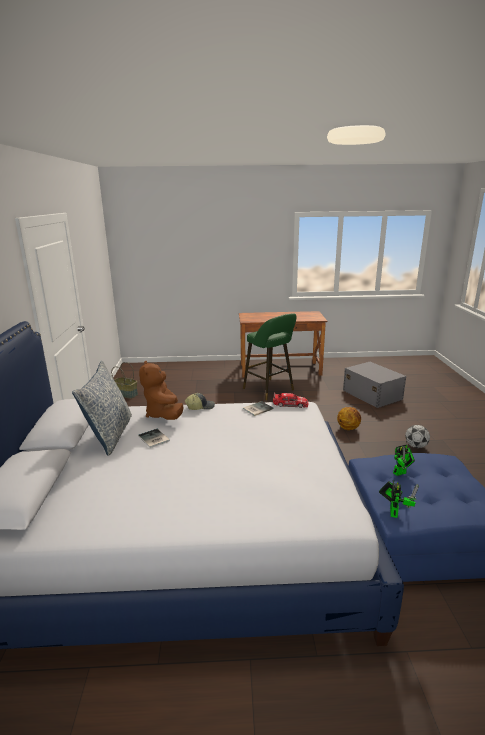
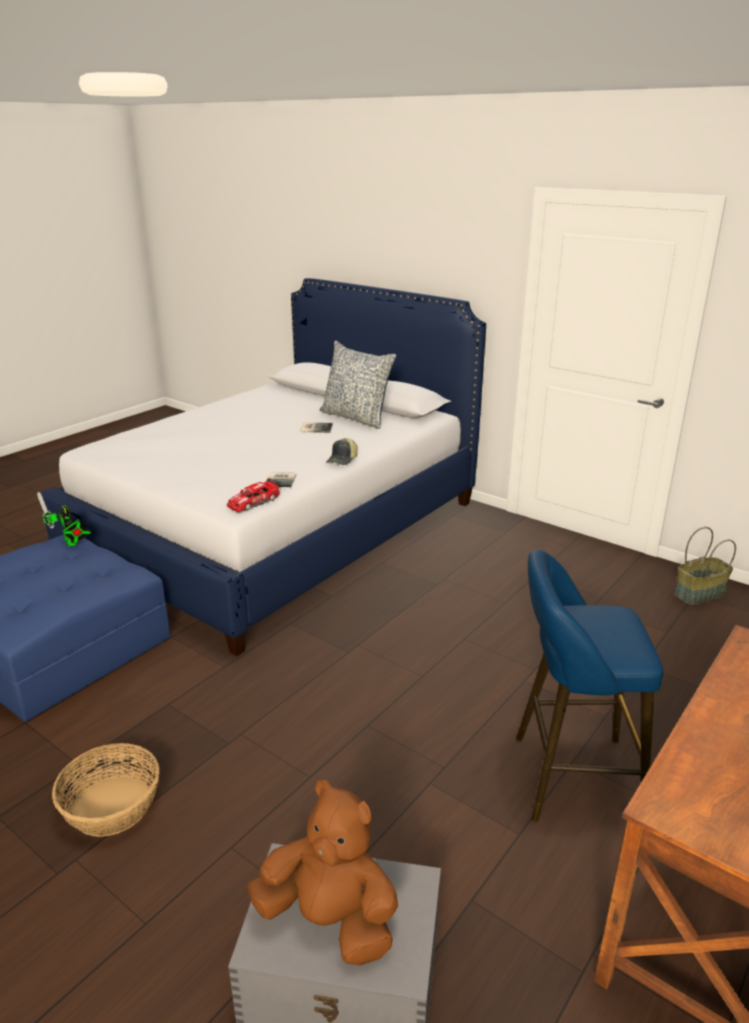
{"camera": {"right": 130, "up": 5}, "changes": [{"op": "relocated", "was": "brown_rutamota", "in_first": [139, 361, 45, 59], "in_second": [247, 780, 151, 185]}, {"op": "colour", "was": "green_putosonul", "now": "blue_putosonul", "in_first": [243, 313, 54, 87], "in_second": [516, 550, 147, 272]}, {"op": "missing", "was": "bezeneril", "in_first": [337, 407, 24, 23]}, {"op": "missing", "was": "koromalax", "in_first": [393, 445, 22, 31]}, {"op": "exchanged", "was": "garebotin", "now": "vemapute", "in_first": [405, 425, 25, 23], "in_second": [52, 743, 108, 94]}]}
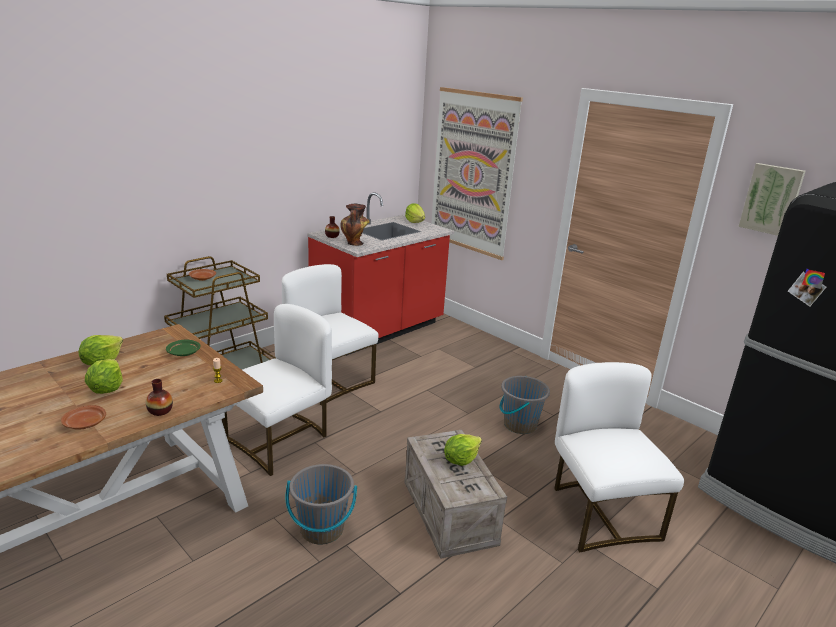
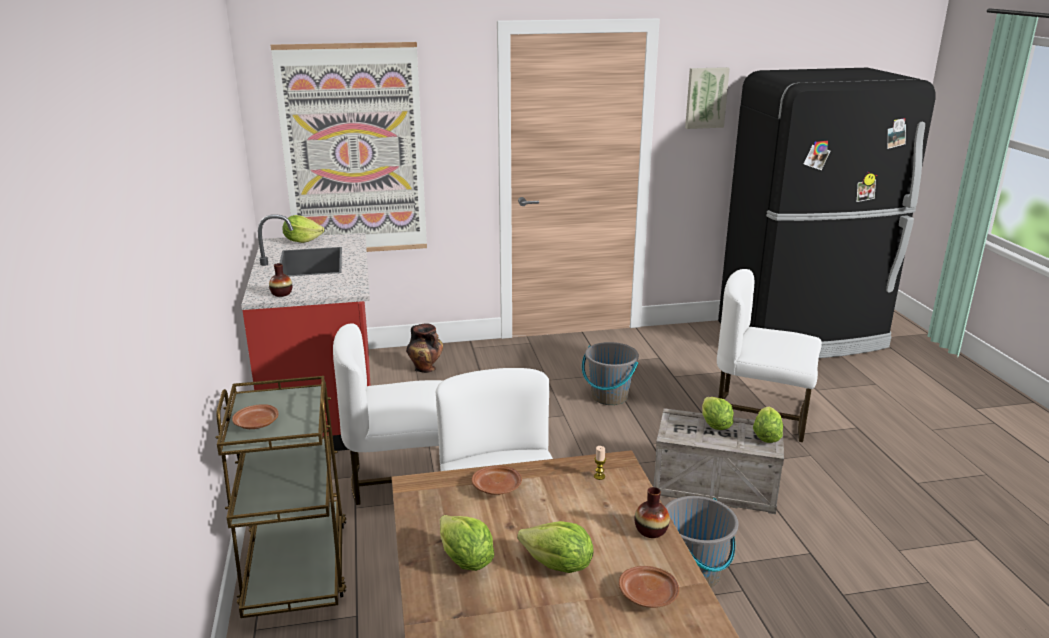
{"camera": {"right": -55, "up": 0}, "changes": [{"op": "colour", "was": "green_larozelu", "now": "brown_larozelu", "in_first": [166, 339, 34, 17], "in_second": [472, 466, 50, 29]}, {"op": "relocated", "was": "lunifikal", "in_first": [341, 204, 29, 42], "in_second": [406, 323, 37, 50]}, {"op": "appeared", "now": "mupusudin", "in_second": [753, 406, 30, 37]}]}
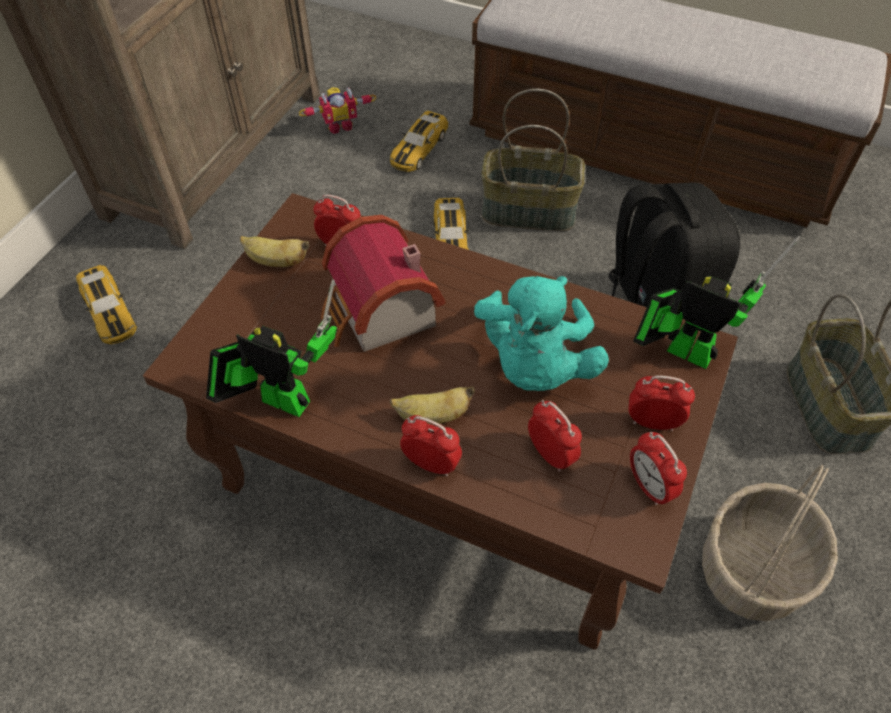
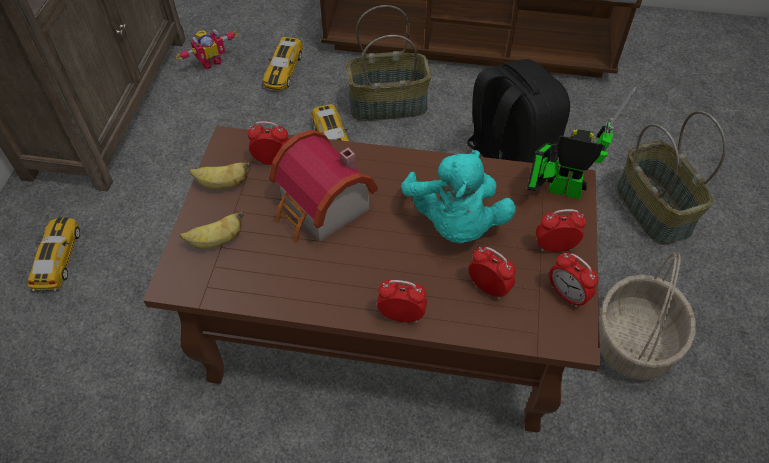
{"camera": {"right": -15, "up": 0}, "changes": [{"op": "spun", "was": "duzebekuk", "in_first": [76, 265, 61, 79], "in_second": [28, 217, 52, 74], "clockwise": -135}, {"op": "missing", "was": "koromalax", "in_first": [206, 280, 131, 137]}, {"op": "relocated", "was": "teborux", "in_first": [390, 386, 85, 39], "in_second": [180, 211, 64, 38]}]}
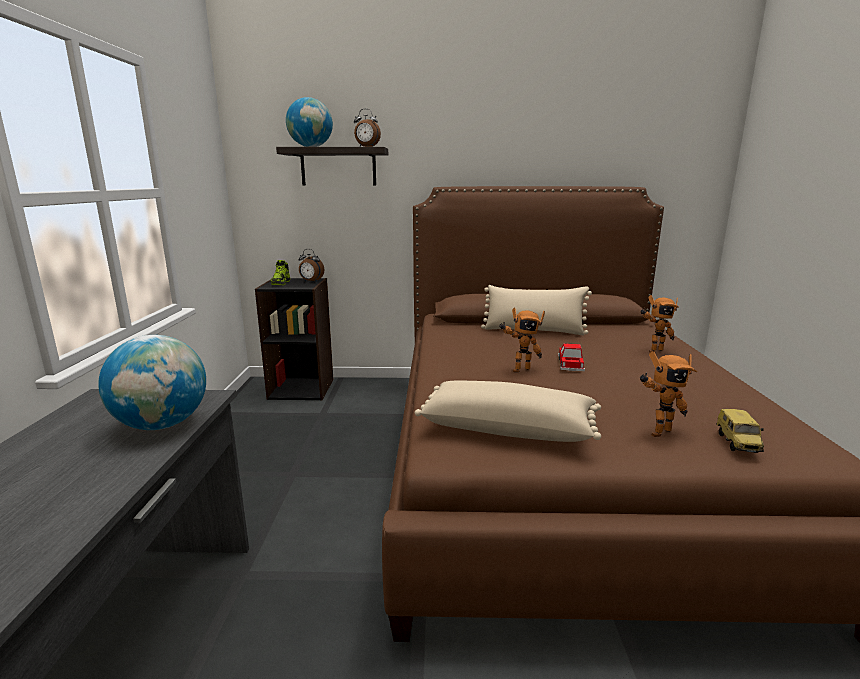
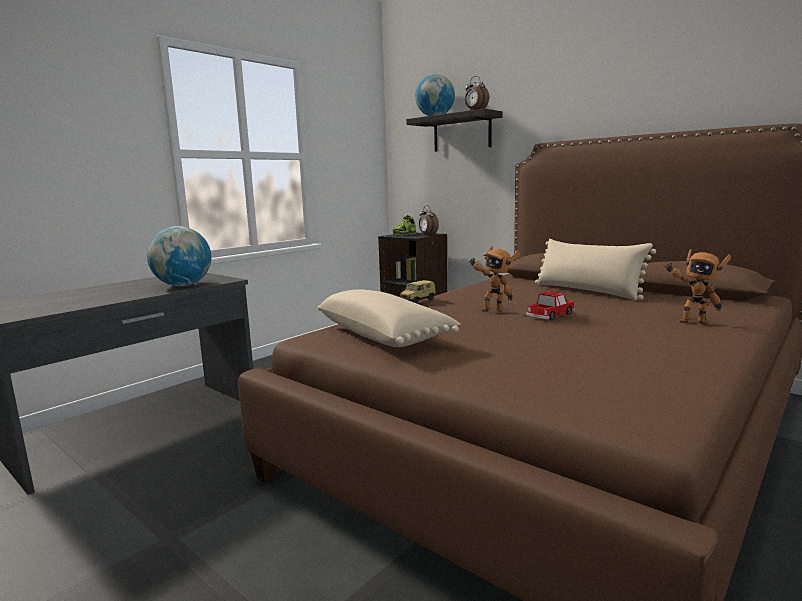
{"camera": {"right": 40, "up": -5}, "changes": [{"op": "missing", "was": "koromalax", "in_first": [640, 351, 57, 86]}, {"op": "relocated", "was": "duzebekuk", "in_first": [716, 409, 48, 44], "in_second": [400, 280, 36, 23]}]}
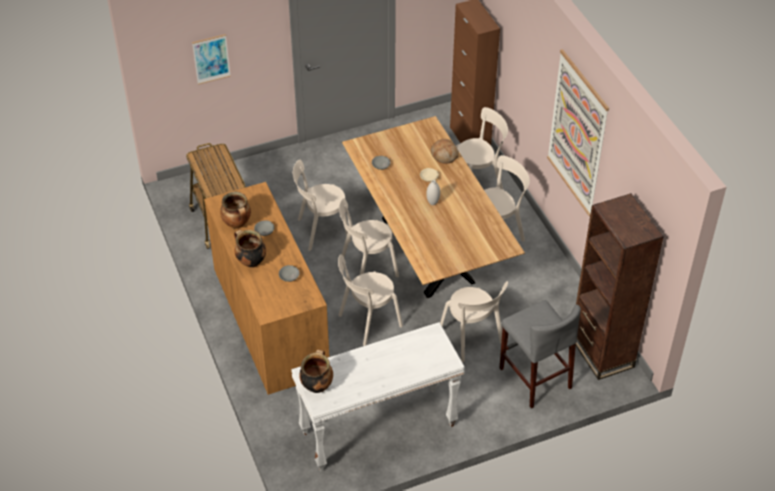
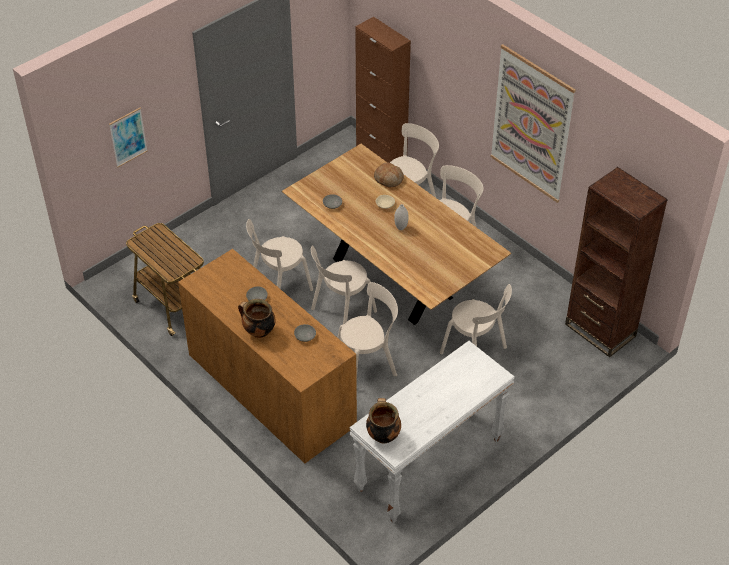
{"camera": {"right": -20, "up": 0}, "changes": [{"op": "missing", "was": "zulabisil", "in_first": [220, 192, 31, 37]}, {"op": "spun", "was": "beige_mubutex", "in_first": [338, 254, 65, 92], "in_second": [337, 282, 61, 99], "clockwise": -150}, {"op": "missing", "was": "grey_putosonul", "in_first": [500, 300, 81, 108]}]}
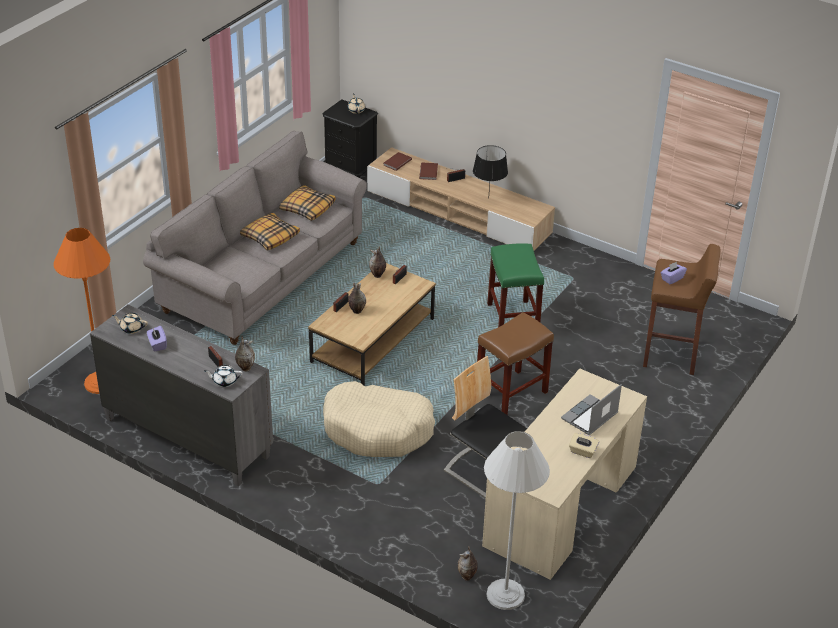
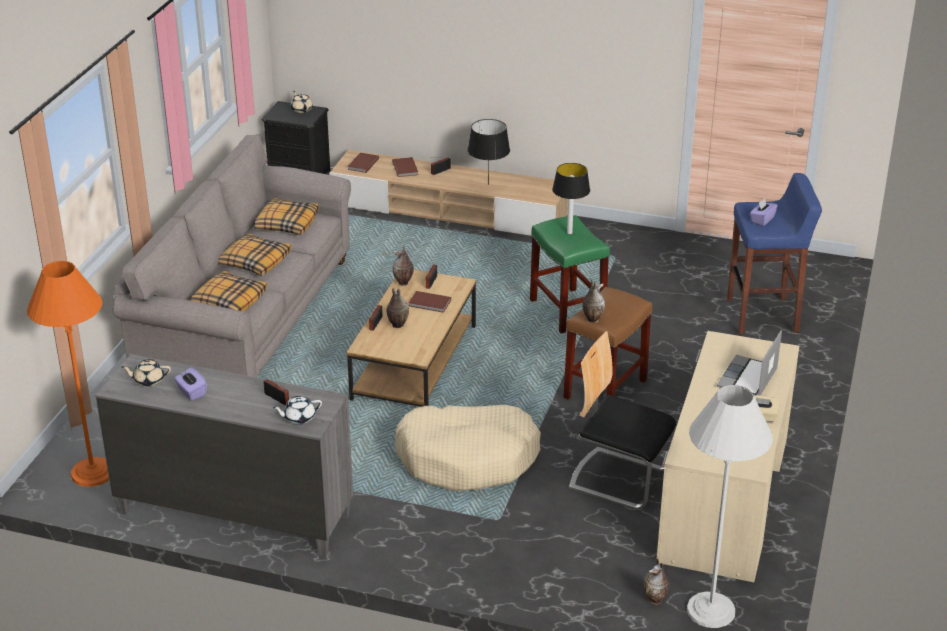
{"camera": {"right": -15, "up": -5}, "changes": [{"op": "relocated", "was": "lunifikal", "in_first": [235, 336, 20, 35], "in_second": [582, 279, 23, 44]}, {"op": "colour", "was": "brown_putosonul", "now": "blue_putosonul", "in_first": [643, 244, 77, 131], "in_second": [727, 173, 95, 161]}, {"op": "appeared", "now": "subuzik", "in_second": [191, 271, 76, 40]}, {"op": "appeared", "now": "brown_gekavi", "in_second": [409, 291, 42, 22]}, {"op": "appeared", "now": "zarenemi", "in_second": [552, 163, 38, 71]}]}
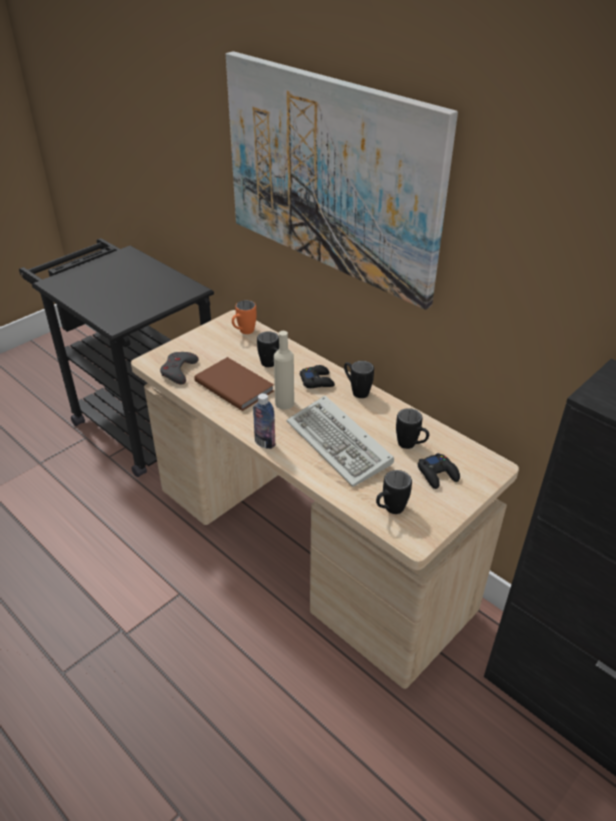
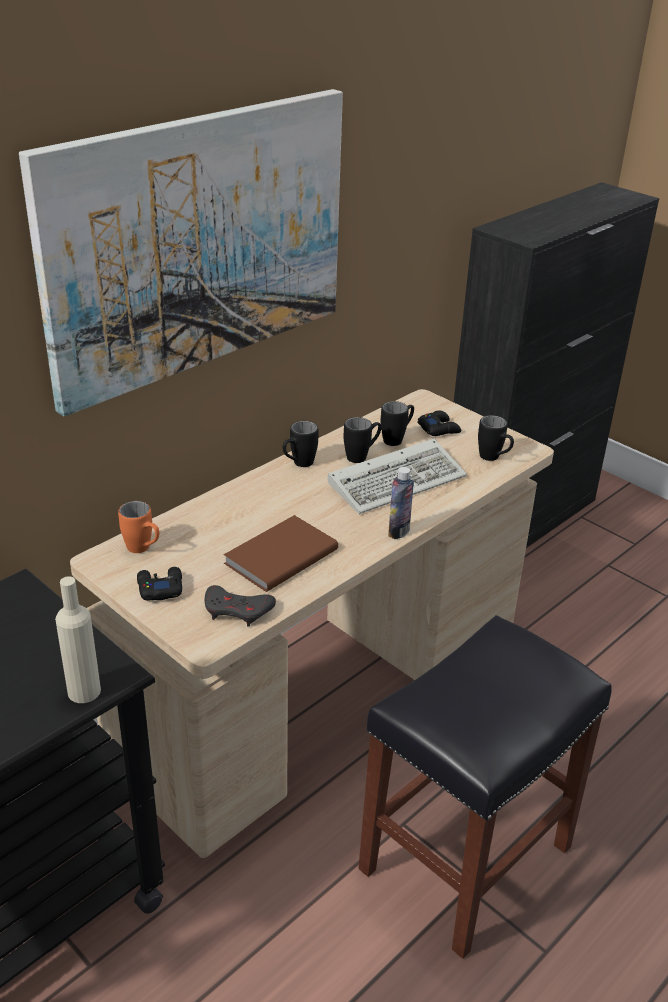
{"camera": {"right": -90, "up": -5}, "changes": [{"op": "relocated", "was": "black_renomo", "in_first": [257, 331, 22, 36], "in_second": [344, 417, 37, 46]}, {"op": "relocated", "was": "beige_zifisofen", "in_first": [274, 331, 20, 79], "in_second": [55, 576, 46, 127]}, {"op": "relocated", "was": "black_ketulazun", "in_first": [300, 365, 35, 23], "in_second": [137, 567, 45, 34]}, {"op": "appeared", "now": "black_putosonul", "in_second": [358, 615, 254, 344]}]}
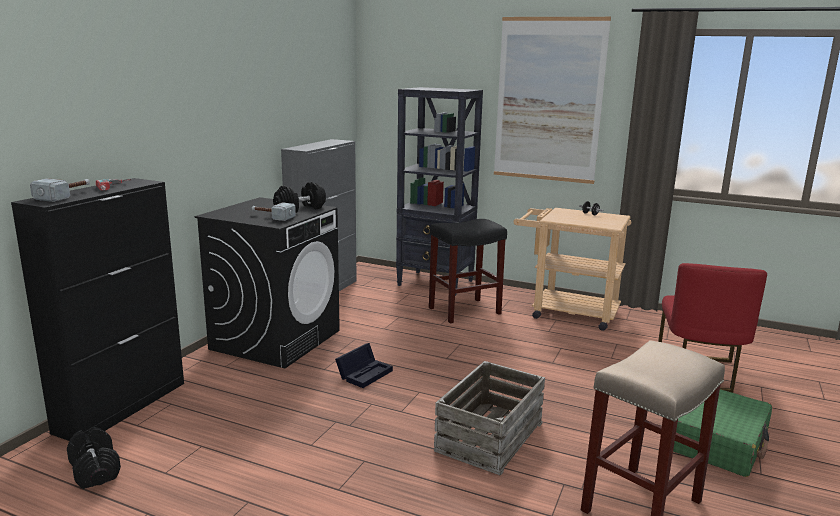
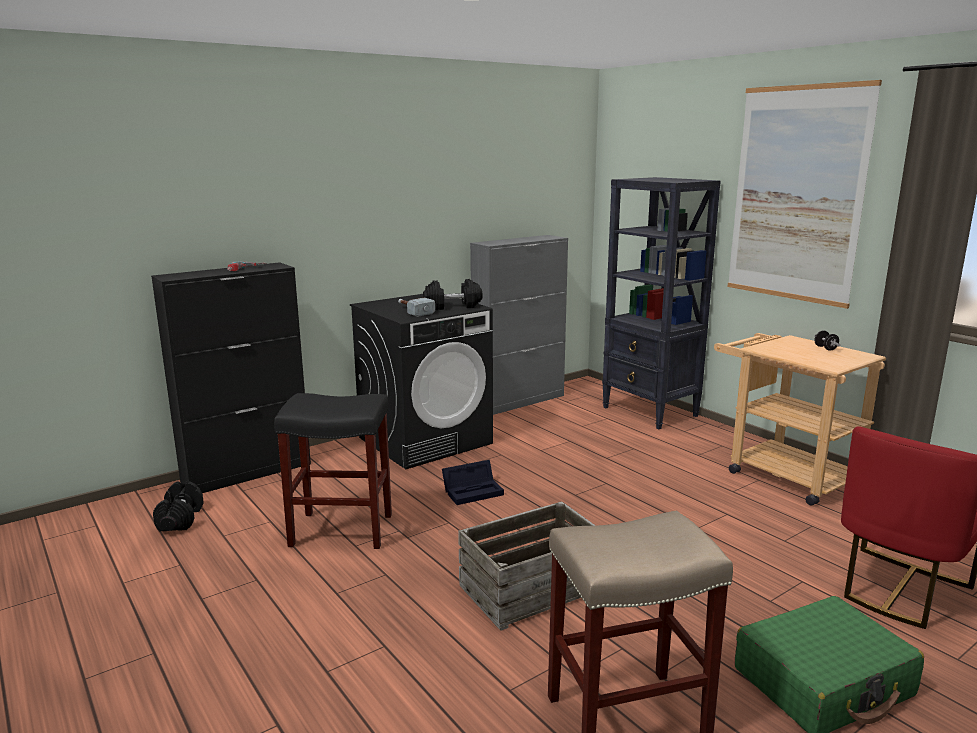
{"camera": {"right": 30, "up": 0}, "changes": [{"op": "missing", "was": "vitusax", "in_first": [30, 178, 60, 24]}, {"op": "relocated", "was": "black_putosonul", "in_first": [429, 219, 78, 104], "in_second": [274, 393, 118, 156]}]}
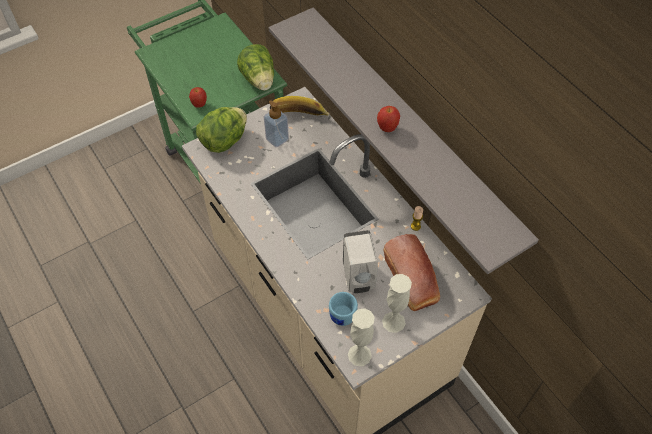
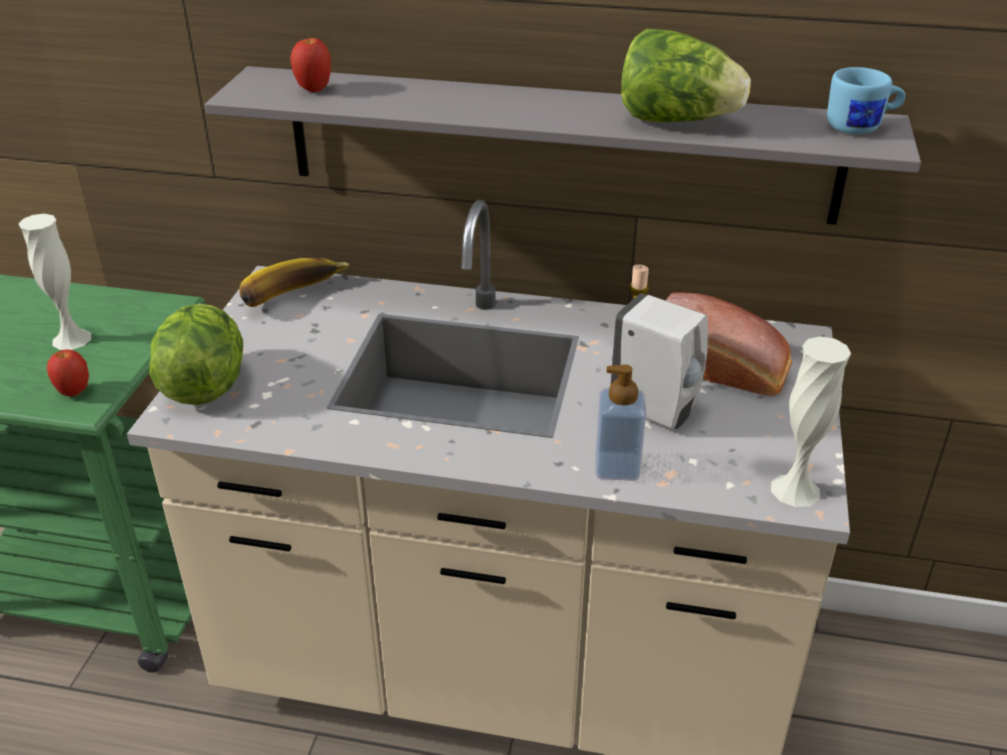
{"camera": {"right": -45, "up": -20}, "changes": [{"op": "relocated", "was": "mupusudin", "in_first": [237, 44, 37, 46], "in_second": [621, 29, 130, 93]}, {"op": "relocated", "was": "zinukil", "in_first": [264, 100, 25, 47], "in_second": [595, 364, 51, 117]}, {"op": "relocated", "was": "blue_renomo", "in_first": [329, 292, 29, 34], "in_second": [827, 67, 78, 67]}, {"op": "relocated", "was": "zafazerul", "in_first": [377, 106, 23, 26], "in_second": [290, 35, 41, 57]}, {"op": "relocated", "was": "white_lunifikal", "in_first": [382, 274, 30, 59], "in_second": [19, 214, 72, 136]}]}
